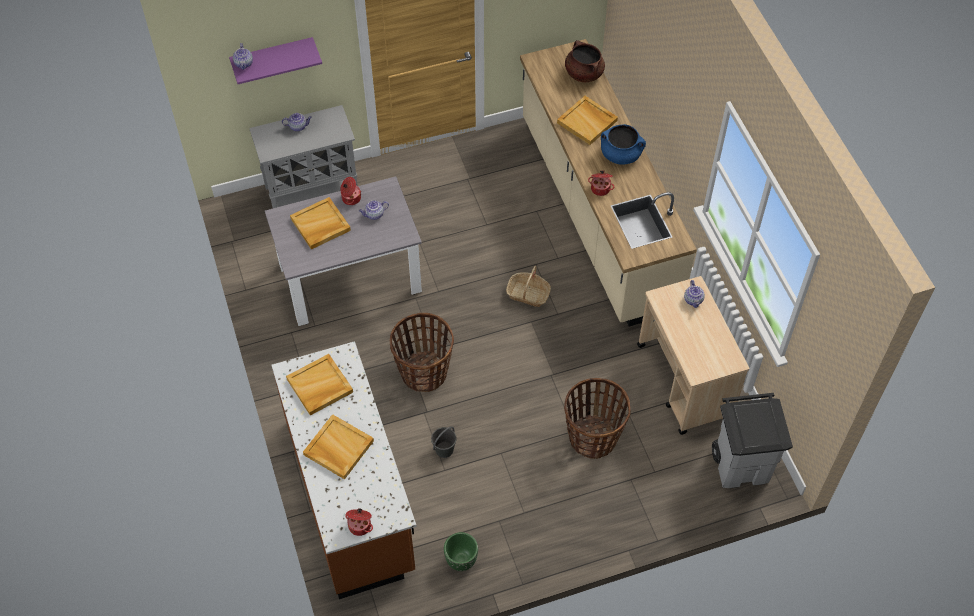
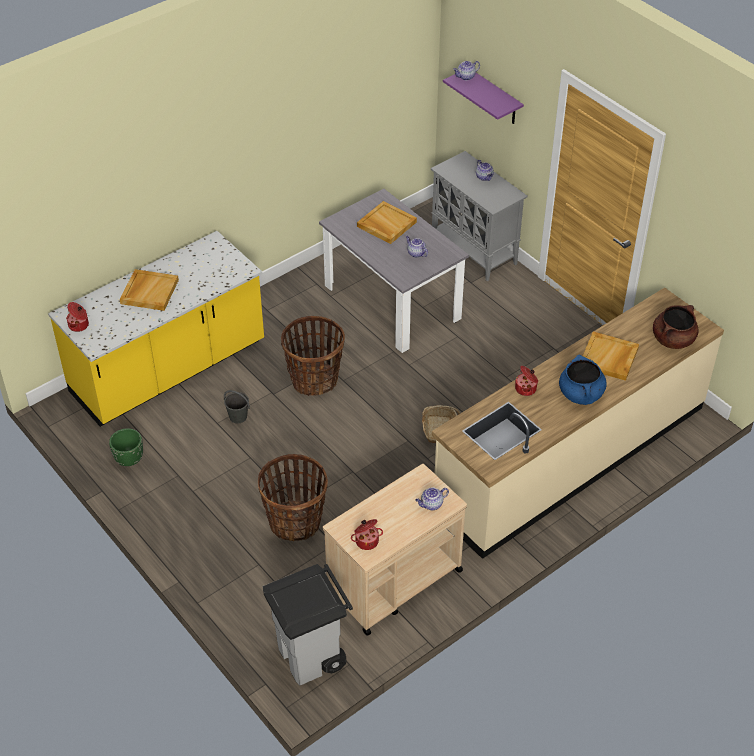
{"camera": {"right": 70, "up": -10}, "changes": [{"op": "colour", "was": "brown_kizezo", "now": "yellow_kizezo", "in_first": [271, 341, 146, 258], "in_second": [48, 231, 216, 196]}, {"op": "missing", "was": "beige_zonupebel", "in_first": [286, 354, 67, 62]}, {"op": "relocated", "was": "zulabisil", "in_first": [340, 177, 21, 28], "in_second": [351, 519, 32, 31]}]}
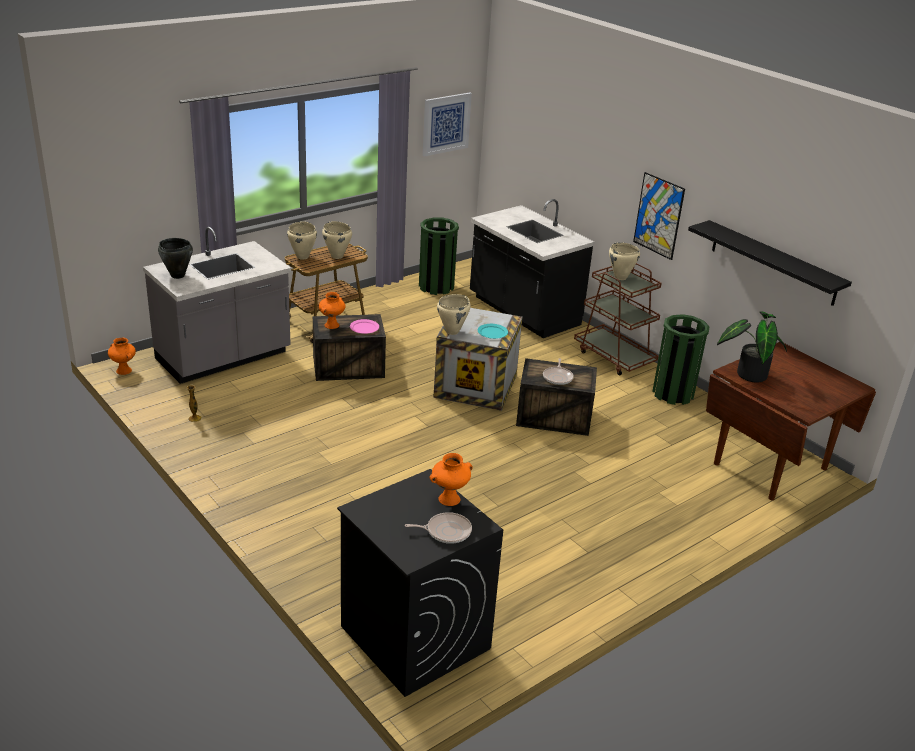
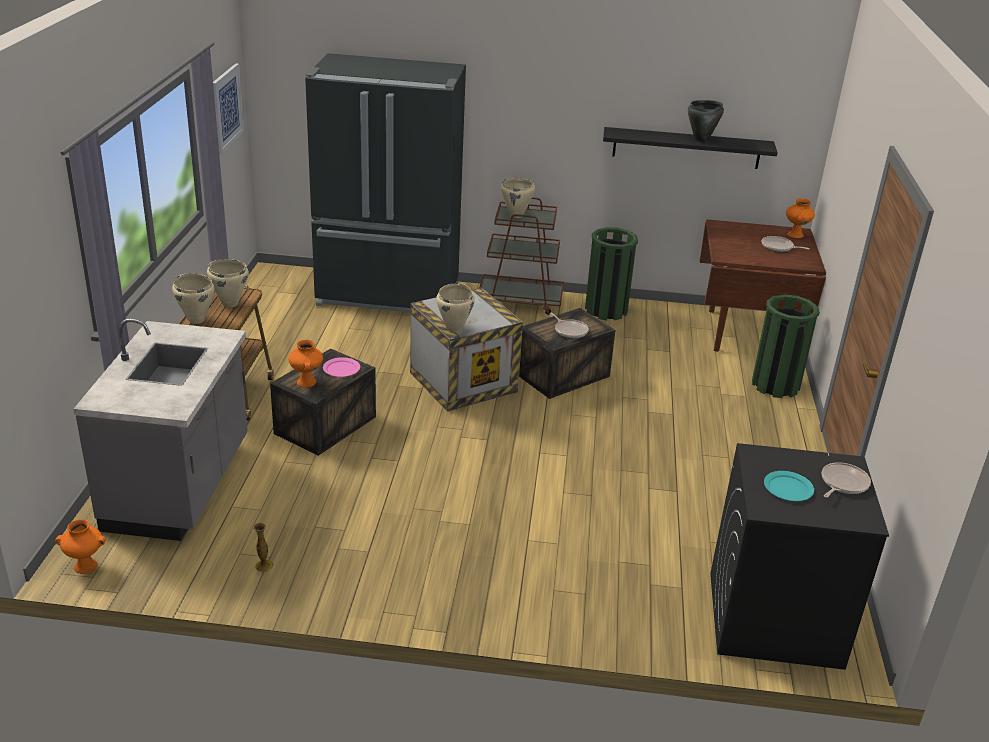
{"camera": {"right": -45, "up": 0}, "changes": [{"op": "relocated", "was": "black_zulabisil", "in_first": [158, 238, 35, 41], "in_second": [688, 100, 36, 42]}, {"op": "relocated", "was": "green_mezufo", "in_first": [419, 217, 40, 78], "in_second": [752, 294, 68, 104]}, {"op": "relocated", "was": "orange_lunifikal", "in_first": [430, 453, 43, 53], "in_second": [786, 198, 29, 40]}, {"op": "exchanged", "was": "black_kizezo", "now": "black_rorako", "in_first": [470, 199, 124, 139], "in_second": [305, 53, 161, 259]}, {"op": "relocated", "was": "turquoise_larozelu", "in_first": [478, 324, 30, 15], "in_second": [764, 471, 50, 30]}, {"op": "missing", "was": "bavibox", "in_first": [633, 172, 52, 88]}, {"op": "missing", "was": "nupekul", "in_first": [717, 311, 70, 71]}, {"op": "appeared", "now": "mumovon", "in_second": [762, 236, 48, 16]}]}
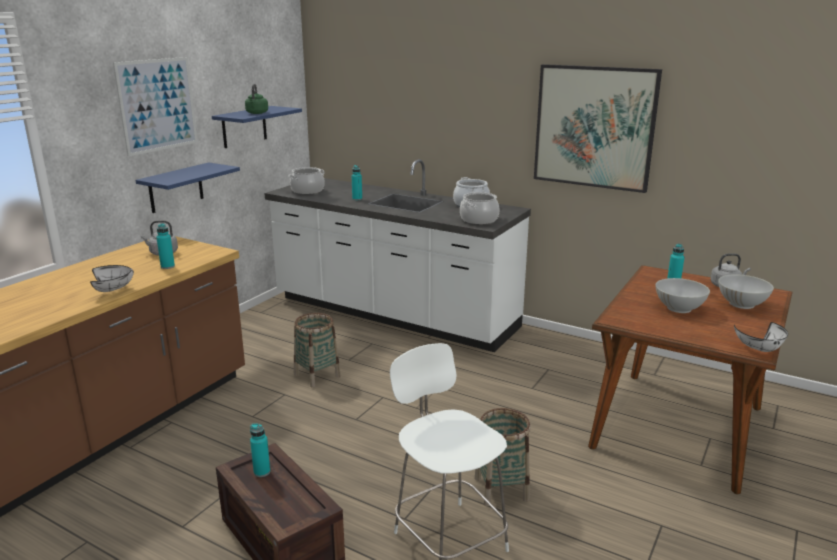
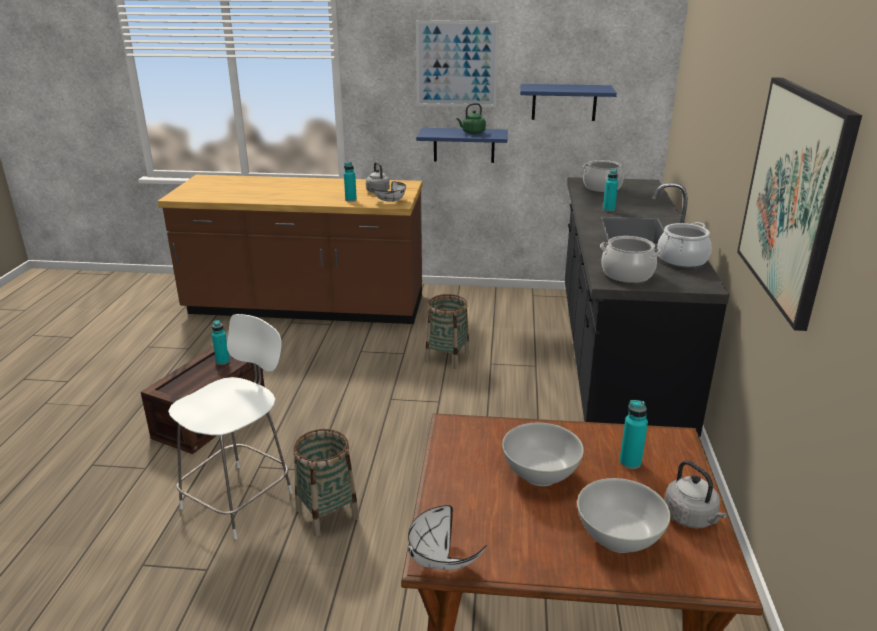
{"camera": {"right": 65, "up": 5}, "changes": [{"op": "relocated", "was": "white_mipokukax", "in_first": [90, 265, 44, 27], "in_second": [371, 181, 35, 21]}, {"op": "relocated", "was": "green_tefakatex", "in_first": [245, 84, 23, 30], "in_second": [457, 103, 29, 31]}, {"op": "colour", "was": "white_kizezo", "now": "black_kizezo", "in_first": [264, 159, 267, 193], "in_second": [565, 177, 164, 260]}]}
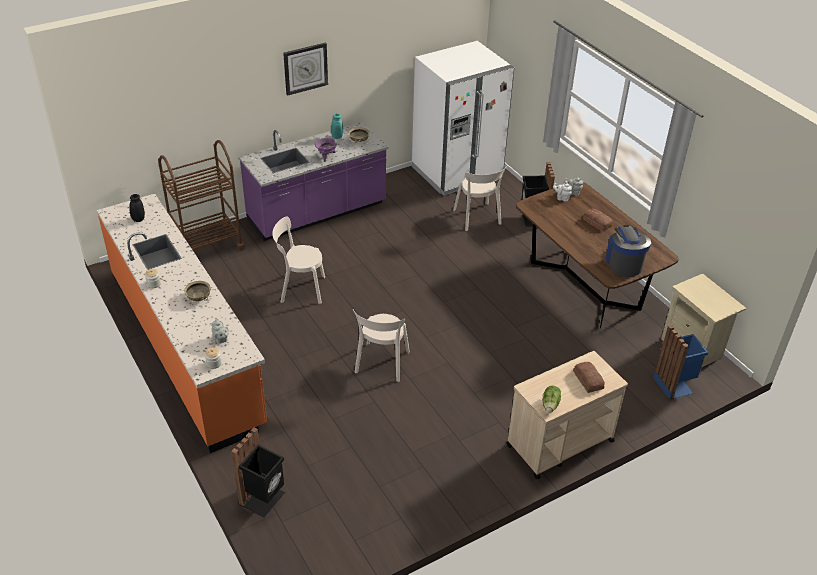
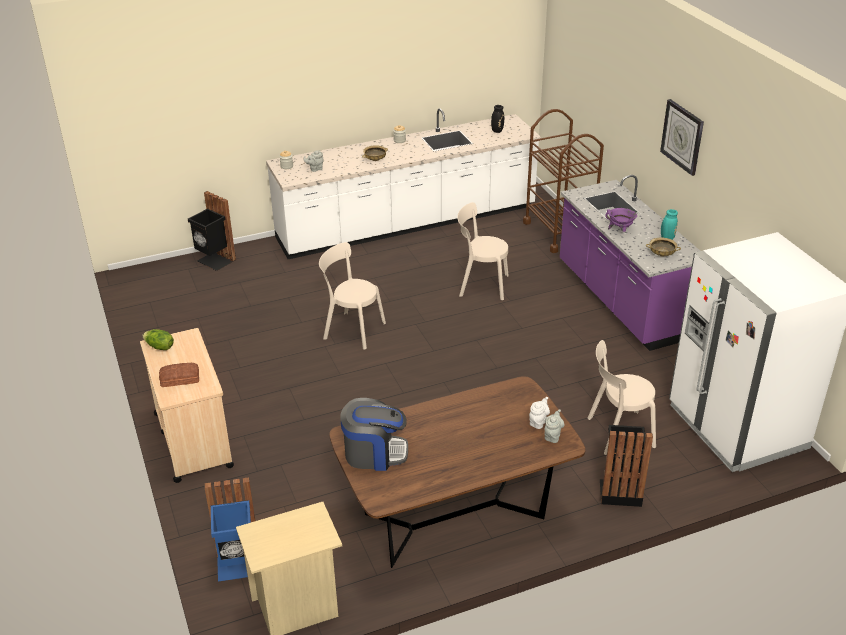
{"camera": {"right": 100, "up": -5}, "changes": [{"op": "colour", "was": "orange_kizezo", "now": "white_kizezo", "in_first": [97, 194, 170, 259], "in_second": [266, 108, 275, 151]}, {"op": "spun", "was": "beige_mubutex", "in_first": [272, 216, 53, 88], "in_second": [457, 202, 52, 98], "clockwise": -90}, {"op": "missing", "was": "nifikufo", "in_first": [583, 209, 30, 22]}]}
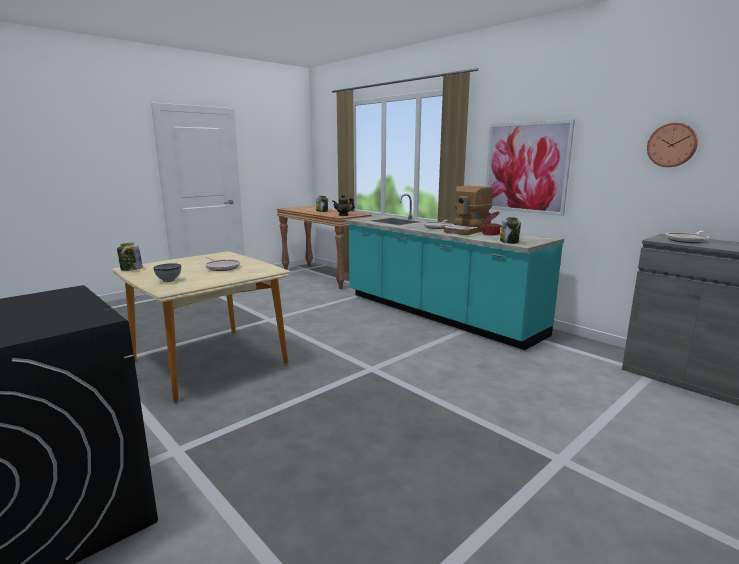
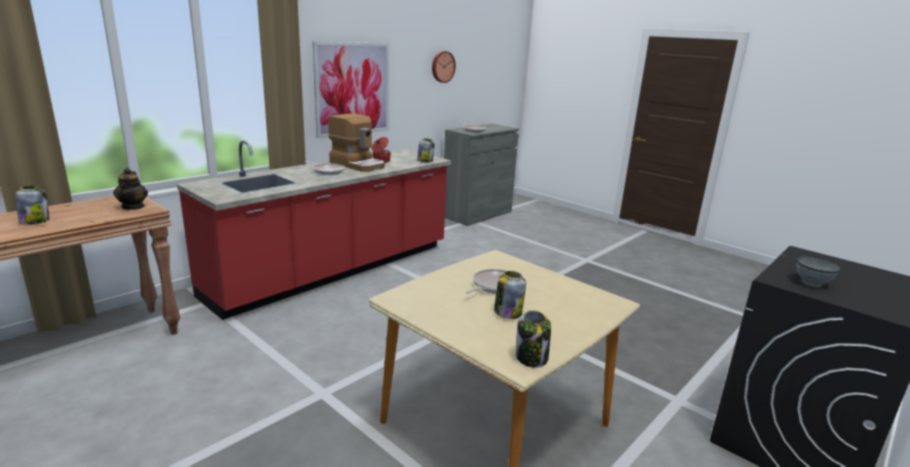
{"camera": {"right": -95, "up": 5}, "changes": [{"op": "relocated", "was": "grey_mipokukax", "in_first": [153, 263, 28, 19], "in_second": [796, 257, 44, 30]}, {"op": "colour", "was": "turquoise_kizezo", "now": "red_kizezo", "in_first": [345, 194, 219, 156], "in_second": [177, 140, 274, 180]}, {"op": "appeared", "now": "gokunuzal", "in_second": [494, 271, 32, 48]}]}
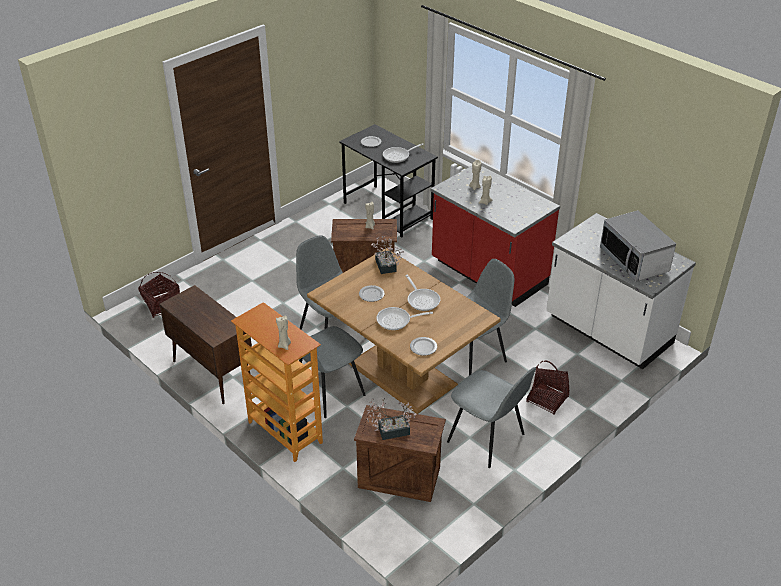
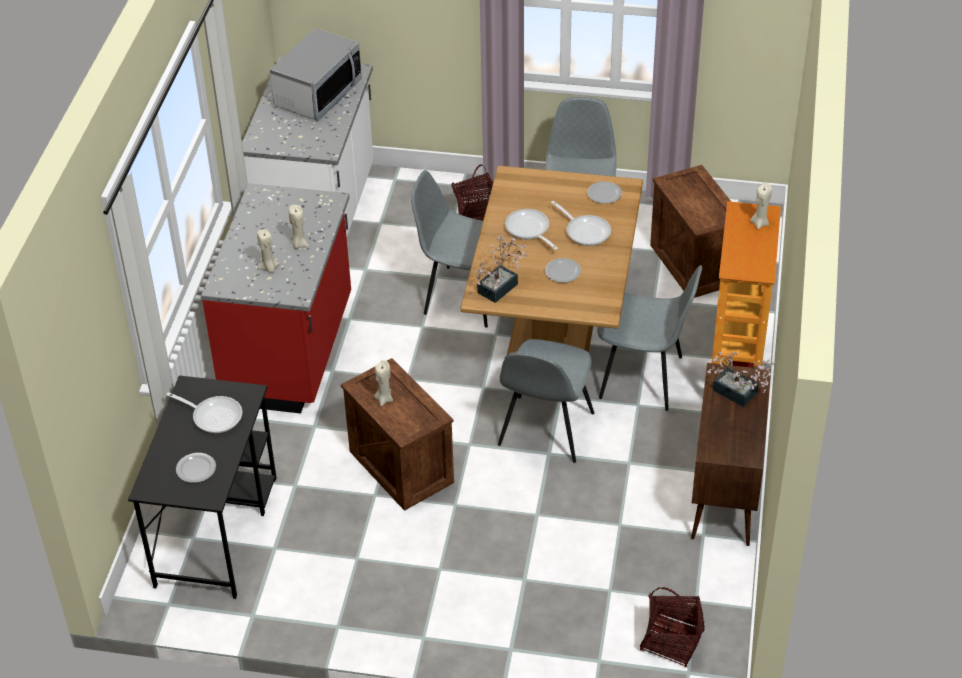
{"camera": {"right": -125, "up": 5}, "changes": [{"op": "relocated", "was": "nupekul", "in_first": [367, 398, 50, 42], "in_second": [707, 352, 67, 55]}, {"op": "spun", "was": "mumovon", "in_first": [405, 275, 35, 36], "in_second": [505, 209, 53, 41], "clockwise": -60}]}
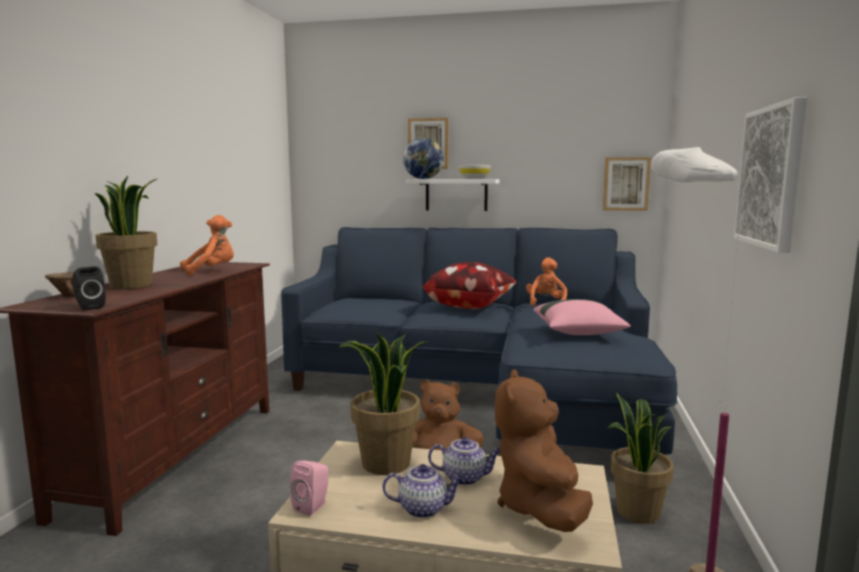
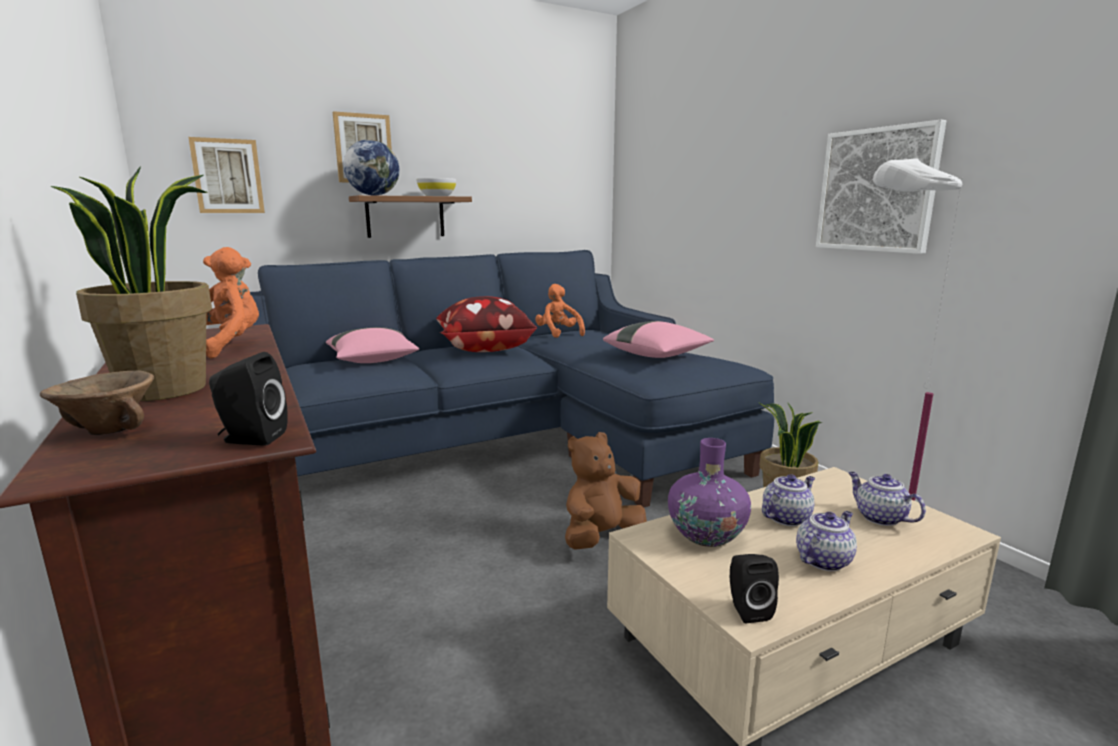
{"camera": {"right": -40, "up": 5}, "changes": [{"op": "colour", "was": "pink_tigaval", "now": "black_tigaval", "in_first": [290, 460, 39, 56], "in_second": [730, 554, 49, 69]}, {"op": "exchanged", "was": "nupekul", "now": "purple_lunifikal", "in_first": [338, 332, 90, 143], "in_second": [668, 438, 83, 109]}, {"op": "colour", "was": "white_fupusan", "now": "brown_fupusan", "in_first": [406, 179, 93, 32], "in_second": [349, 195, 123, 43]}, {"op": "exchanged", "was": "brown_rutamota", "now": "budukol", "in_first": [495, 369, 98, 163], "in_second": [848, 472, 78, 54]}, {"op": "relocated", "was": "bavibox", "in_first": [603, 157, 48, 54], "in_second": [188, 137, 77, 76]}, {"op": "appeared", "now": "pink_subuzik", "in_second": [326, 327, 93, 36]}]}
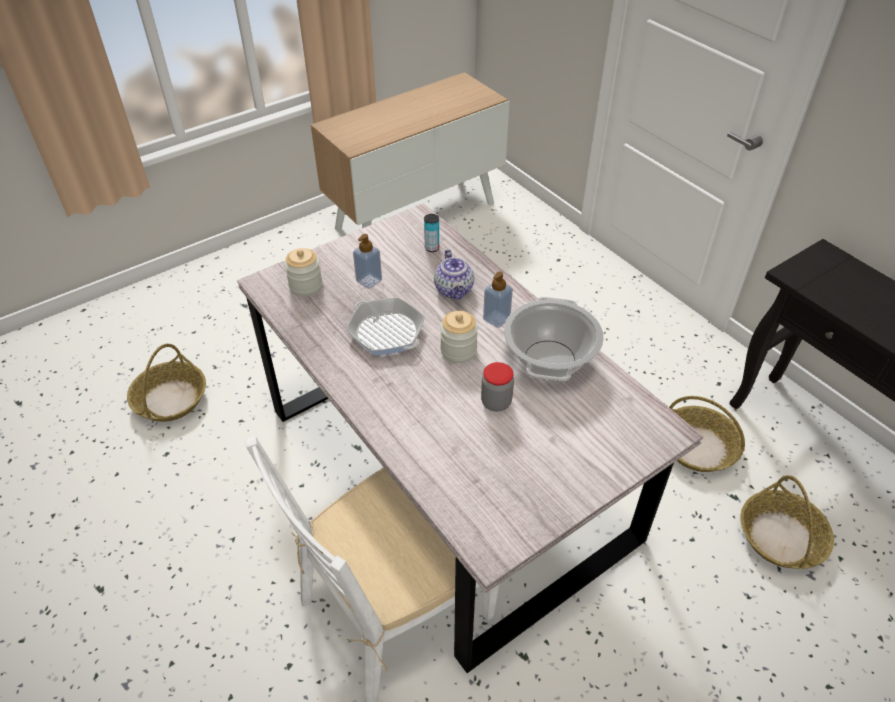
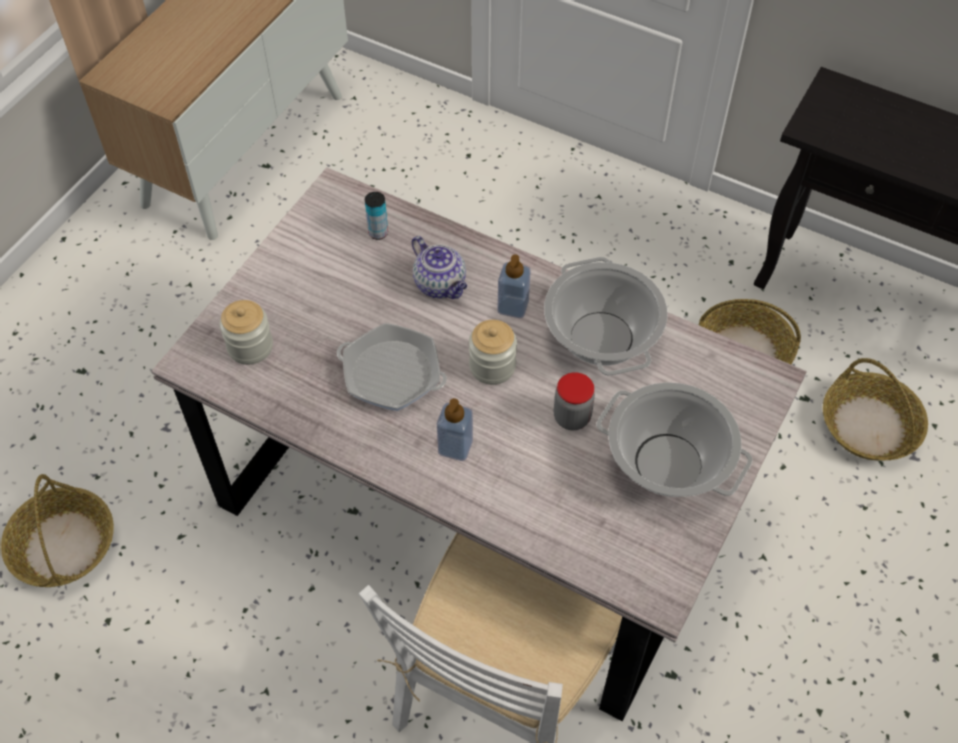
{"camera": {"right": -25, "up": 10}, "changes": [{"op": "relocated", "was": "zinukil", "in_first": [353, 234, 29, 55], "in_second": [437, 398, 36, 63]}, {"op": "appeared", "now": "zulabisil", "in_second": [596, 382, 157, 115]}]}
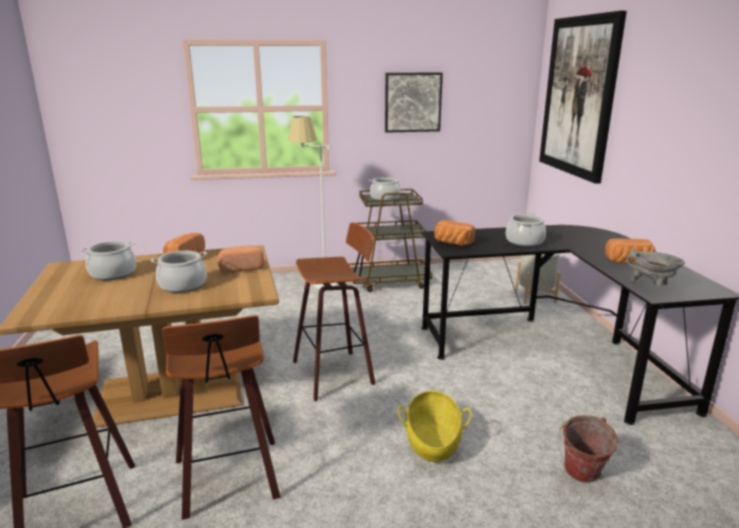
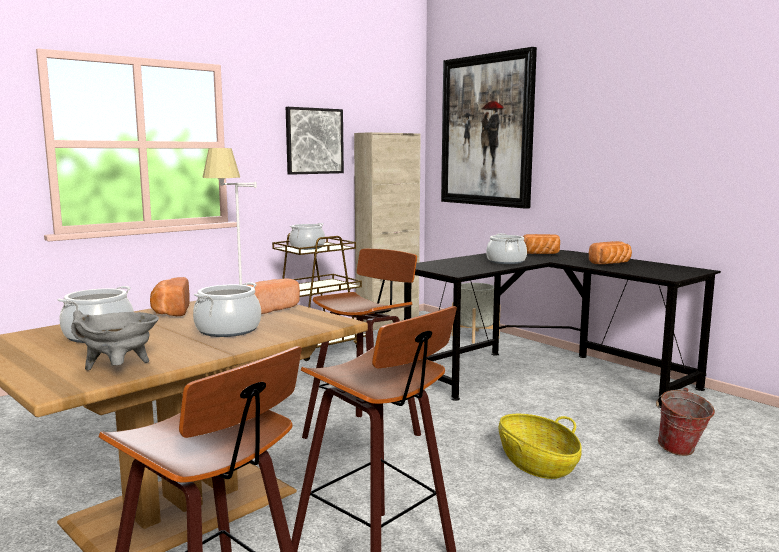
{"camera": {"right": -30, "up": -10}, "changes": [{"op": "relocated", "was": "nifikufo", "in_first": [434, 220, 42, 26], "in_second": [523, 234, 37, 20]}, {"op": "relocated", "was": "grey_zulabisil", "in_first": [627, 249, 58, 37], "in_second": [71, 310, 88, 60]}, {"op": "appeared", "now": "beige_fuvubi", "in_second": [354, 132, 67, 199]}]}
